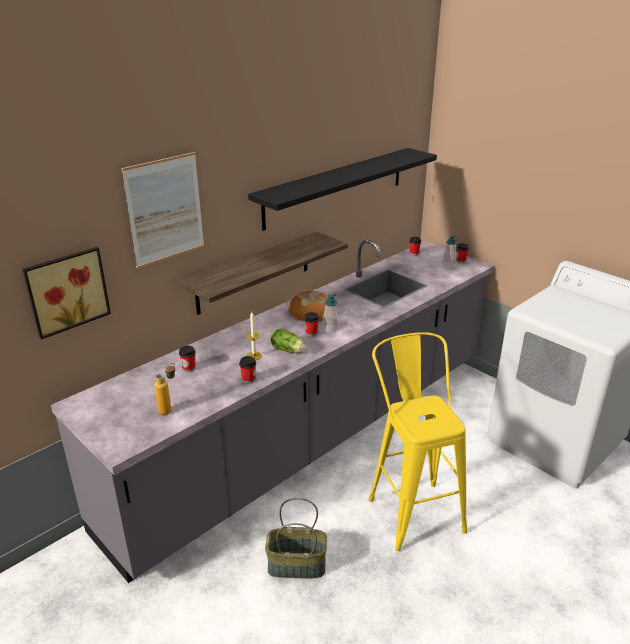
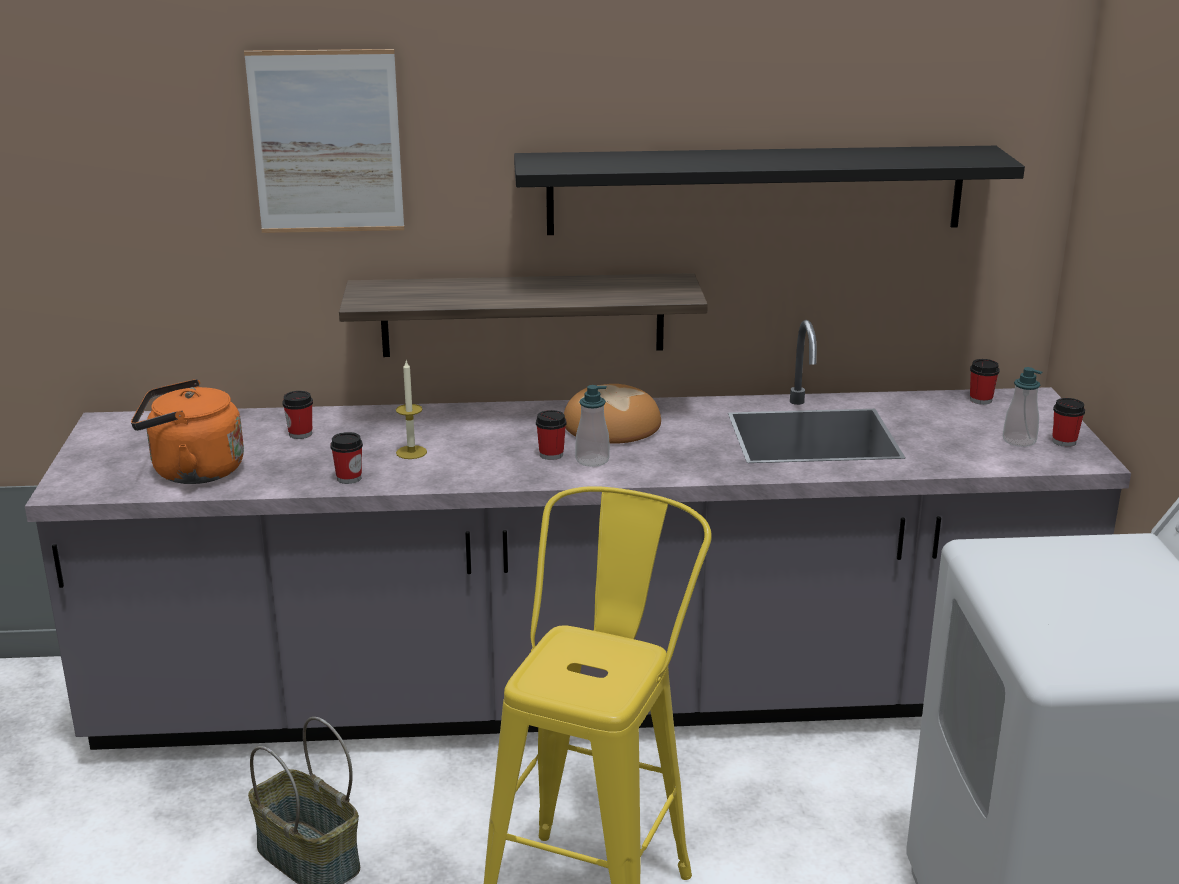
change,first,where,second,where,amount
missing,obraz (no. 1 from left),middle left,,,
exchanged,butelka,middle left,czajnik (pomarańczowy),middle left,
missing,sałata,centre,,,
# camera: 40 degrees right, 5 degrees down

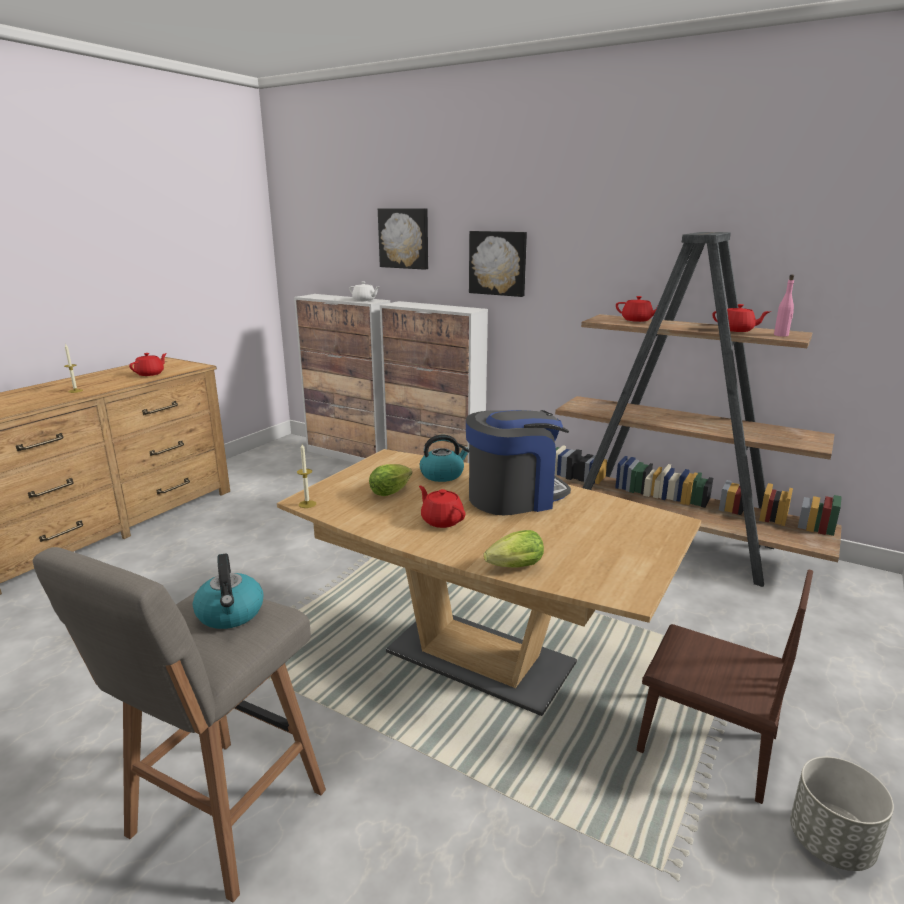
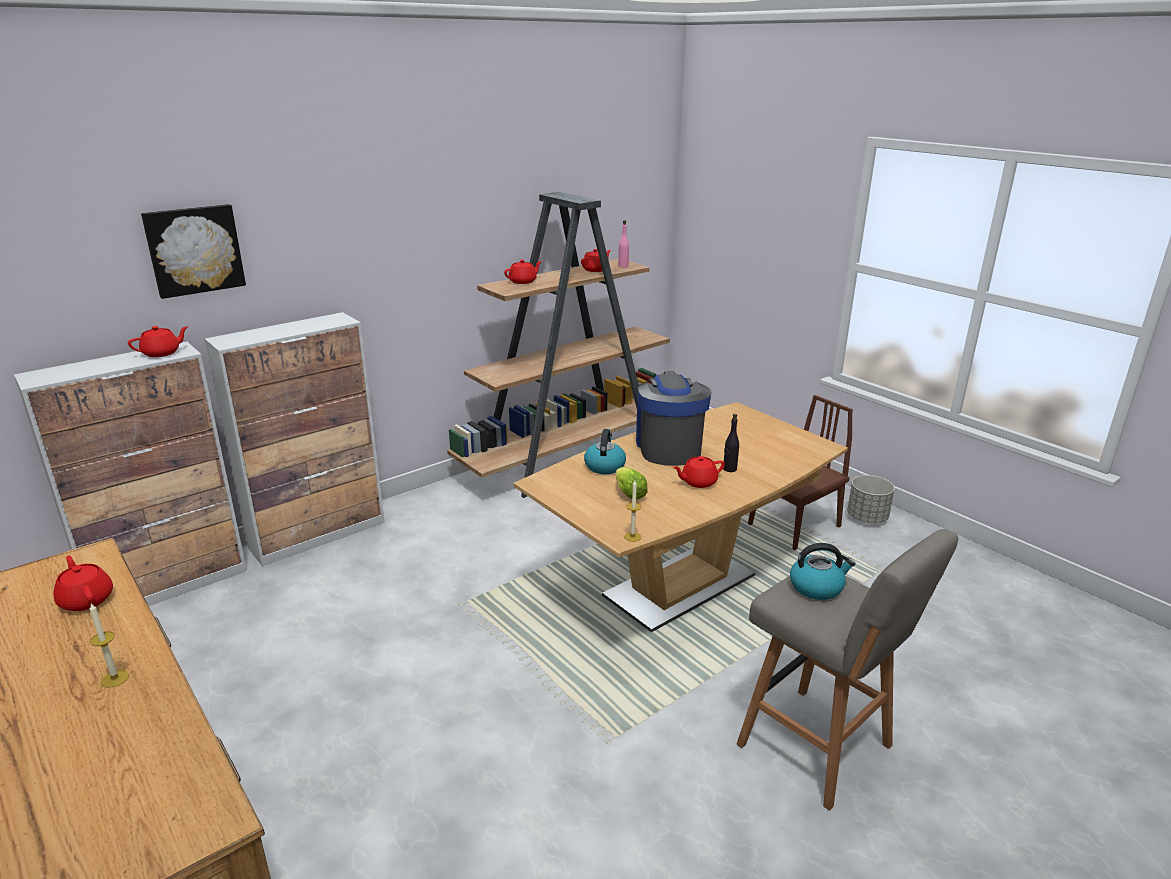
change,first,where,second,where,amount
colour,imbryk (biały),top centre,imbryk (czerwony) (no. 2 from left),middle left,
missing,obraz (no. 2 from left),top centre,,,
missing,sałata (no. 2 from left),centre,,,
appeared,,,butelka (czarny),centre,
# camera: 70 degrees left, 5 degrees up

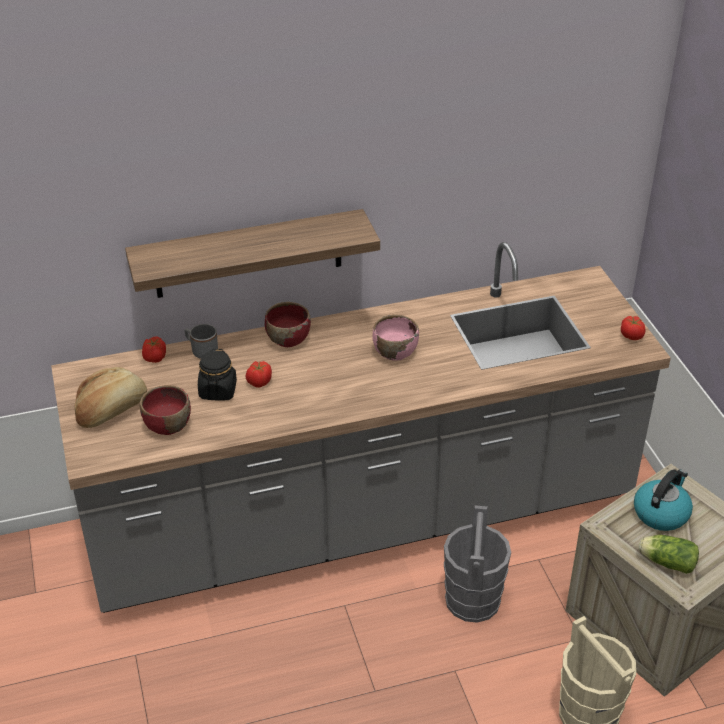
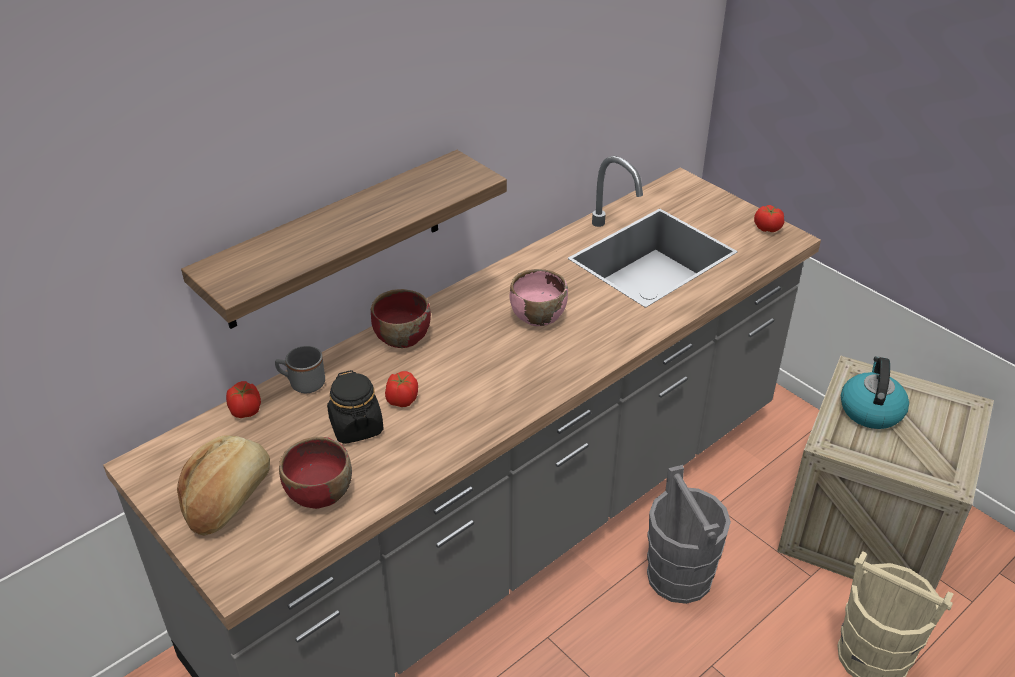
change,first,where,second,where,amount
missing,sałata,bottom right,,,
# camera: 25 degrees left, 0 degrees up

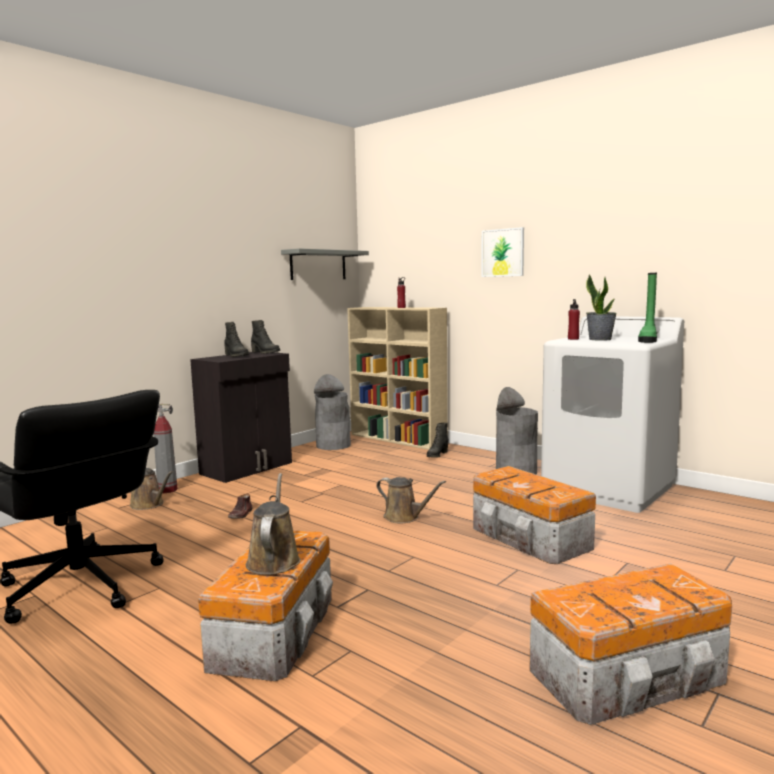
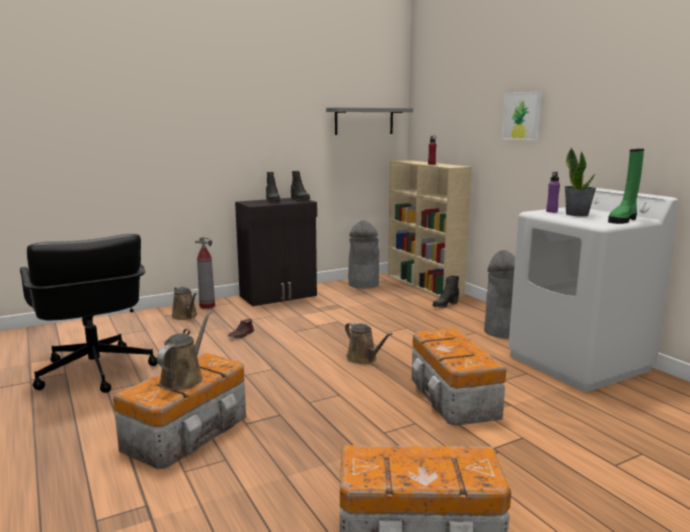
change,first,where,second,where,amount
colour,butelka (czerwony) (no. 2 from left),middle right,butelka (fioletowy),middle right,
# camera: 20 degrees right, 5 degrees up

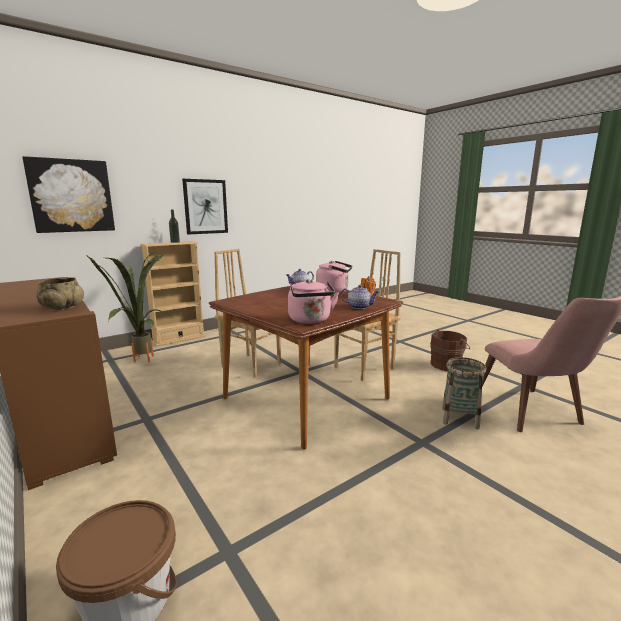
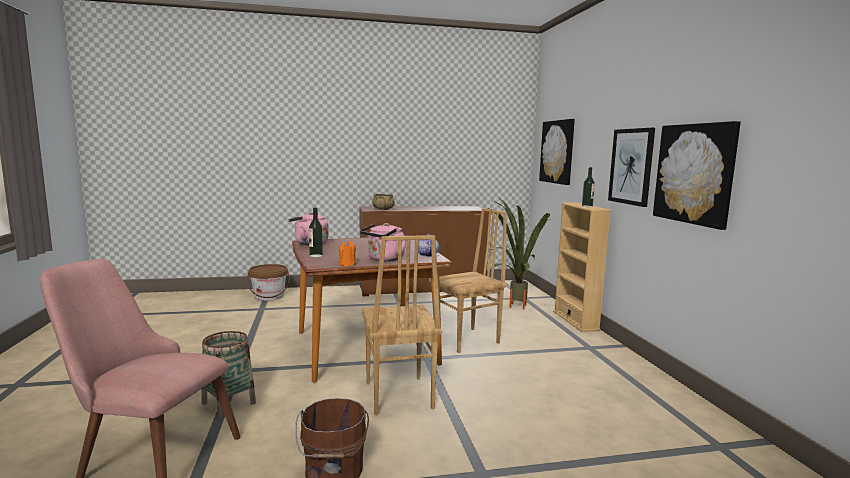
change,first,where,second,where,amount
exchanged,imbryk (no. 2 from left),centre,butelka (no. 1 from left),centre,
appeared,,,obraz (no. 3 from left),middle right,
# camera: 115 degrees right, 5 degrees down

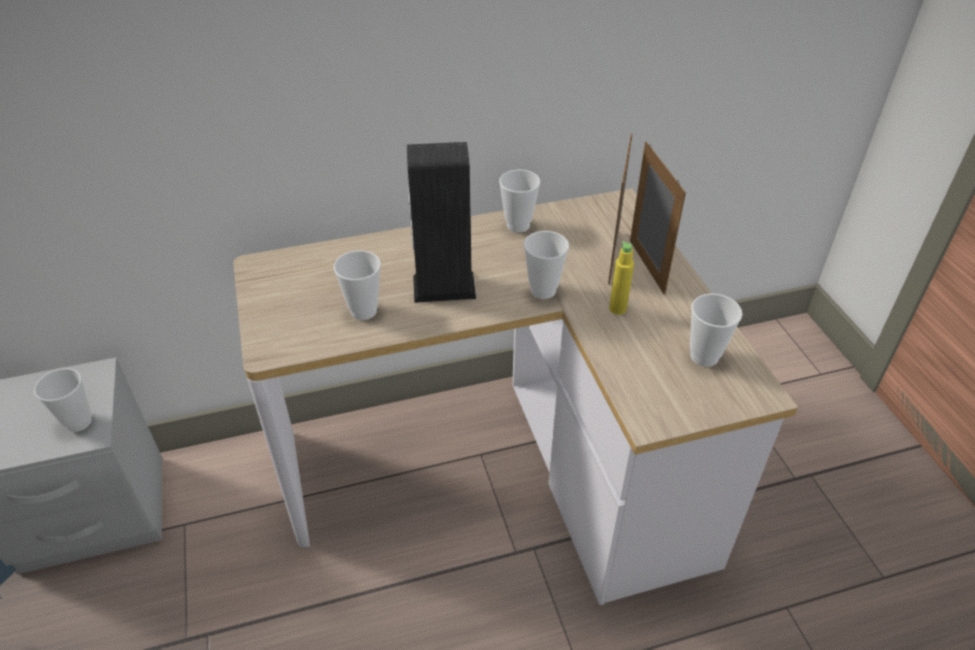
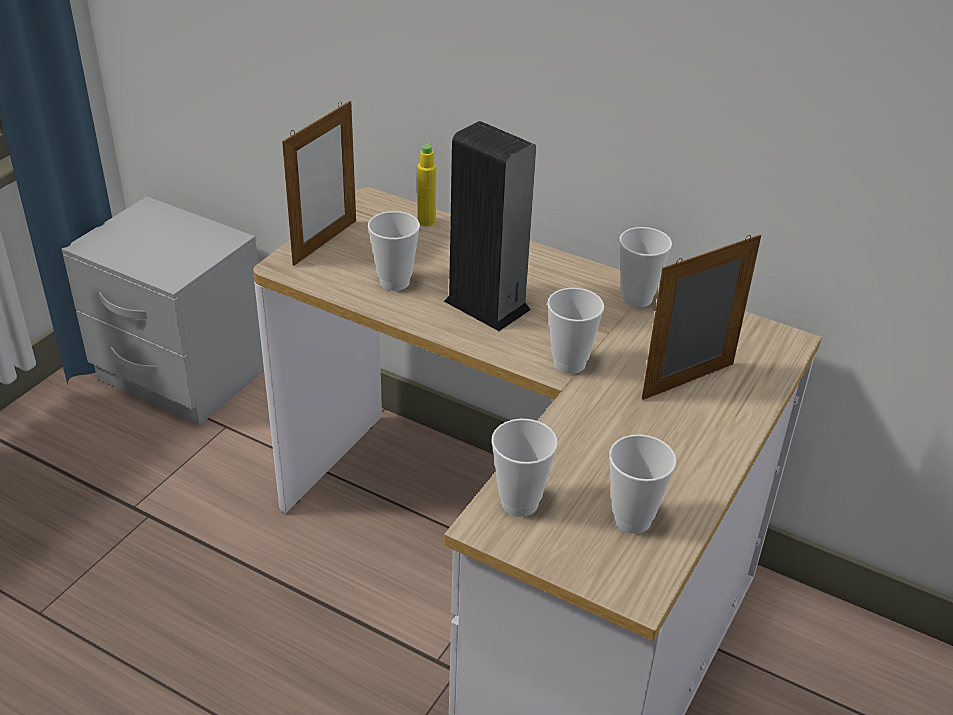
change,first,where,second,where,amount
relocated,filiżanka (no. 1 from left in the first image),middle left,filiżanka (no. 2 from left),centre,
relocated,butelka (żółty),centre,,top centre,
relocated,ramka na zdjęcie (no. 2 from left in the first image),middle right,ramka na zdjęcie (no. 1 from left),top centre,
# camera: 45 degrees right, 5 degrees down

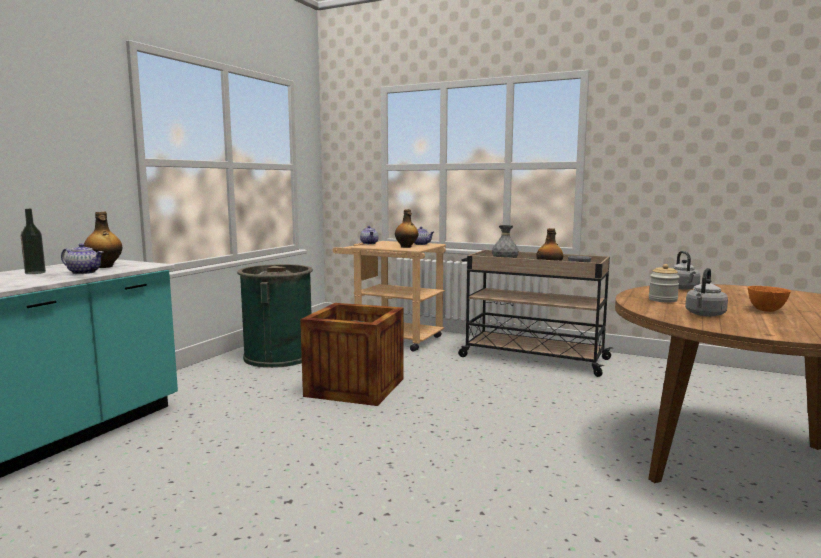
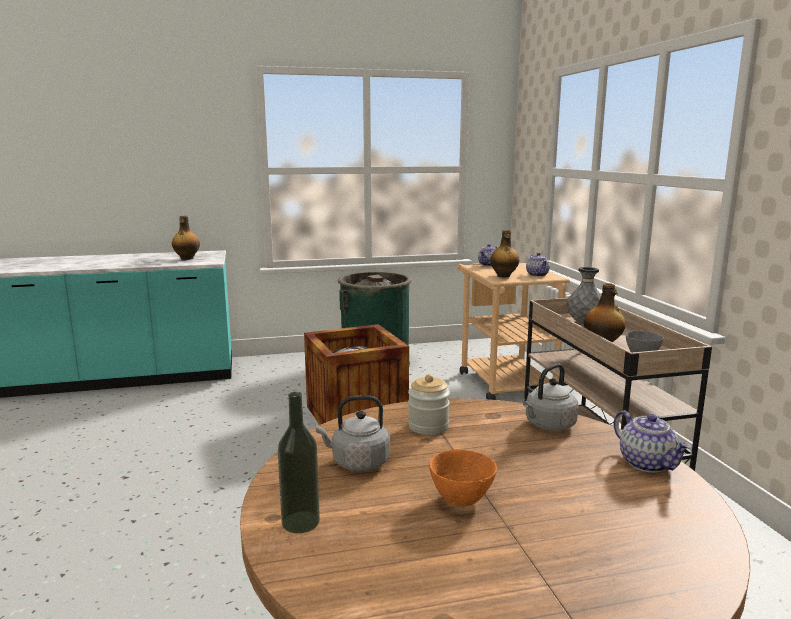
change,first,where,second,where,amount
relocated,butelka (no. 1 from left in the first image),middle left,butelka (no. 2 from left),bottom centre,
relocated,imbryk (no. 1 from left in the first image),middle left,imbryk (no. 3 from left),bottom right,
# camera: 50 degrees right, 5 degrees up

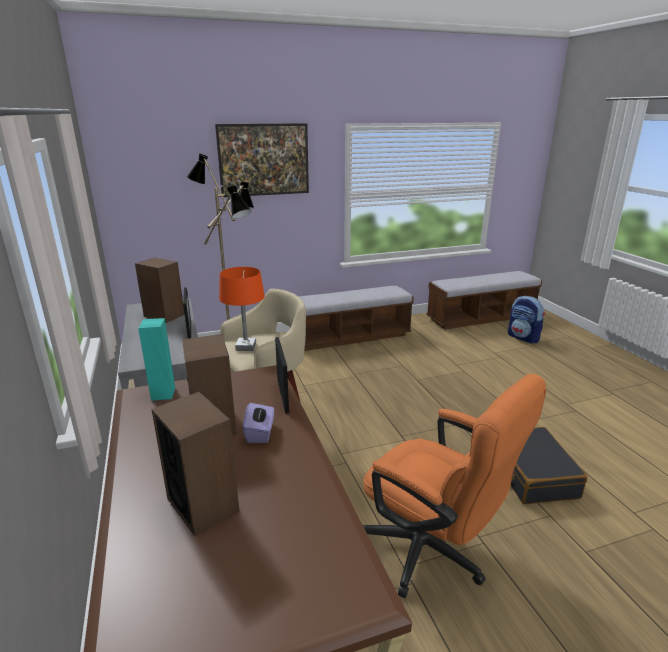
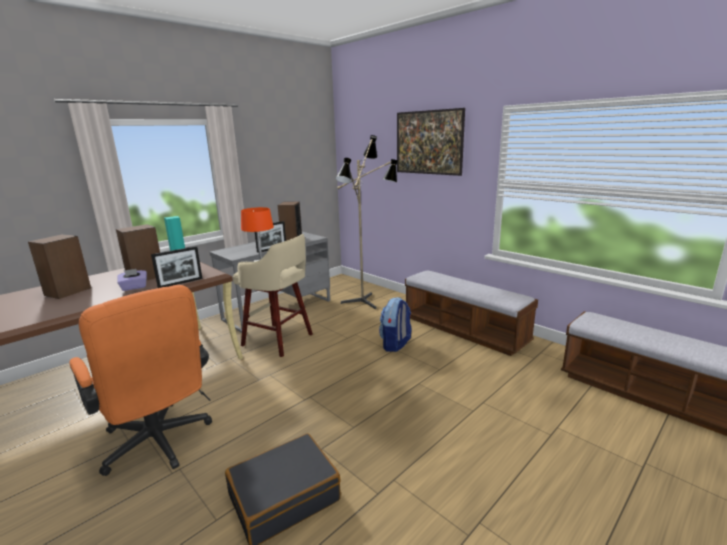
change,first,where,second,where,amount
spun,krzesło biurowe (pomarańczowy),bottom right,,bottom left,60 degrees counterclockwise
relocated,plecak,middle right,,centre,
# camera: 65 degrees right, 5 degrees down

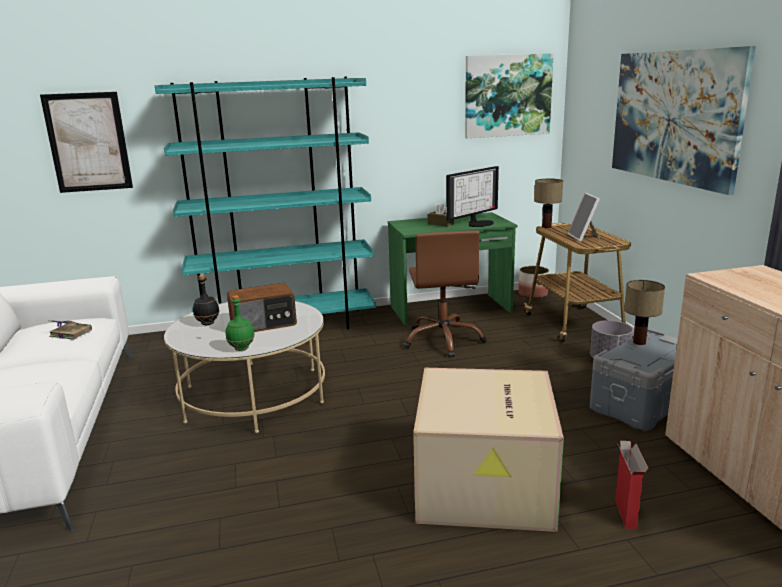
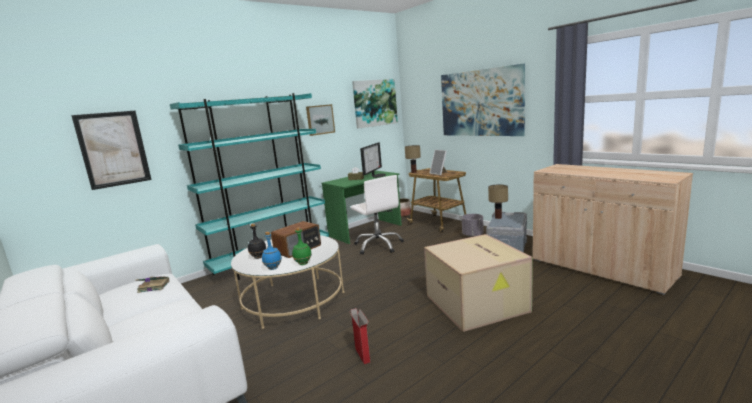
change,first,where,second,where,amount
colour,krzesło biurowe (brązowy),centre,krzesło biurowe (biały),centre,
relocated,karton (no. 2 from left in the first image),bottom right,karton (no. 1 from left),bottom centre,
appeared,,,butelka (niebieski),centre,
appeared,,,obraz (no. 2 from left),top centre,
# camera: 25 degrees left, 5 degrees down

